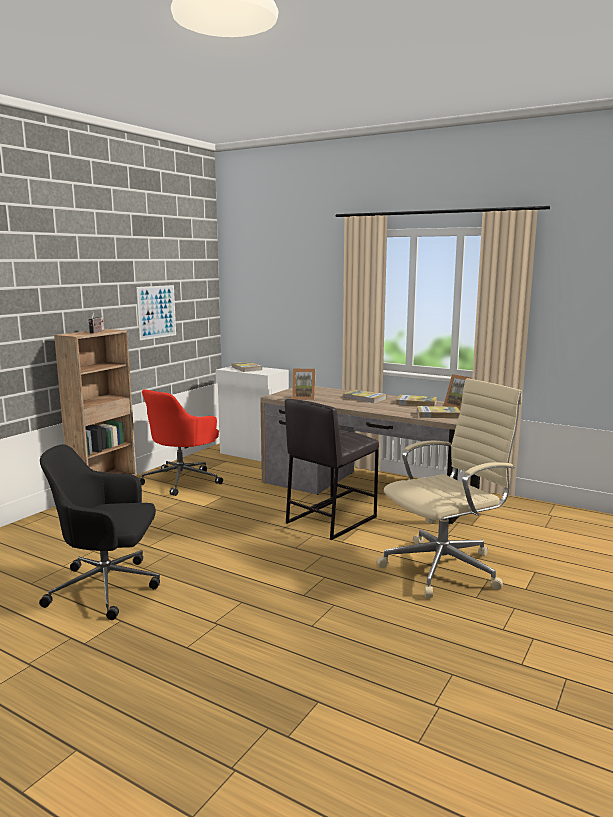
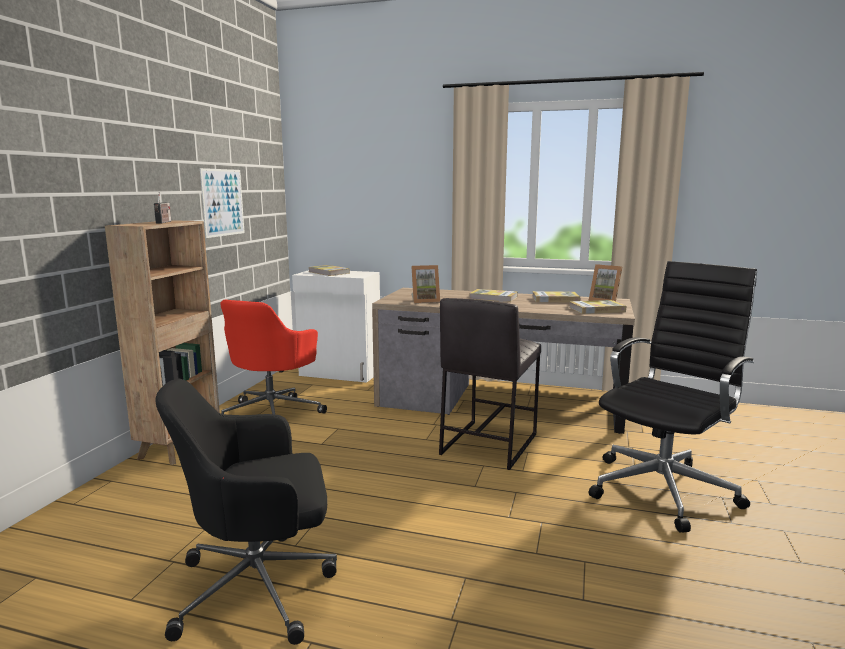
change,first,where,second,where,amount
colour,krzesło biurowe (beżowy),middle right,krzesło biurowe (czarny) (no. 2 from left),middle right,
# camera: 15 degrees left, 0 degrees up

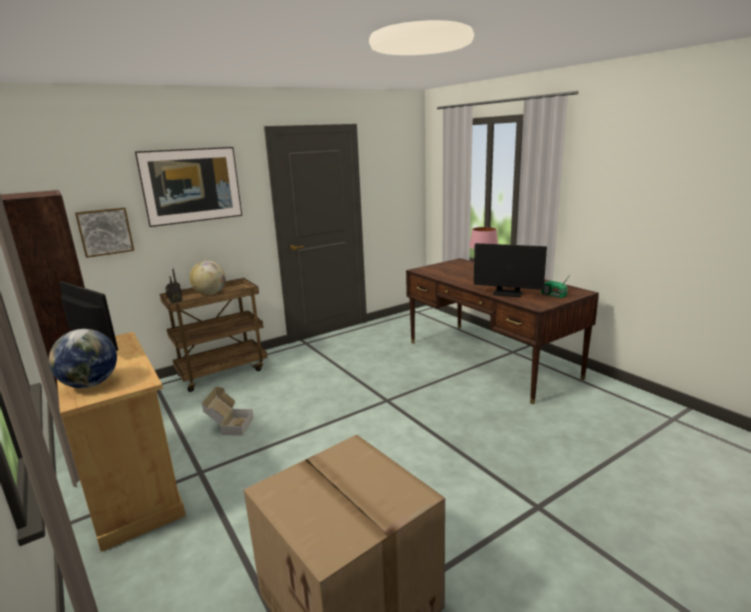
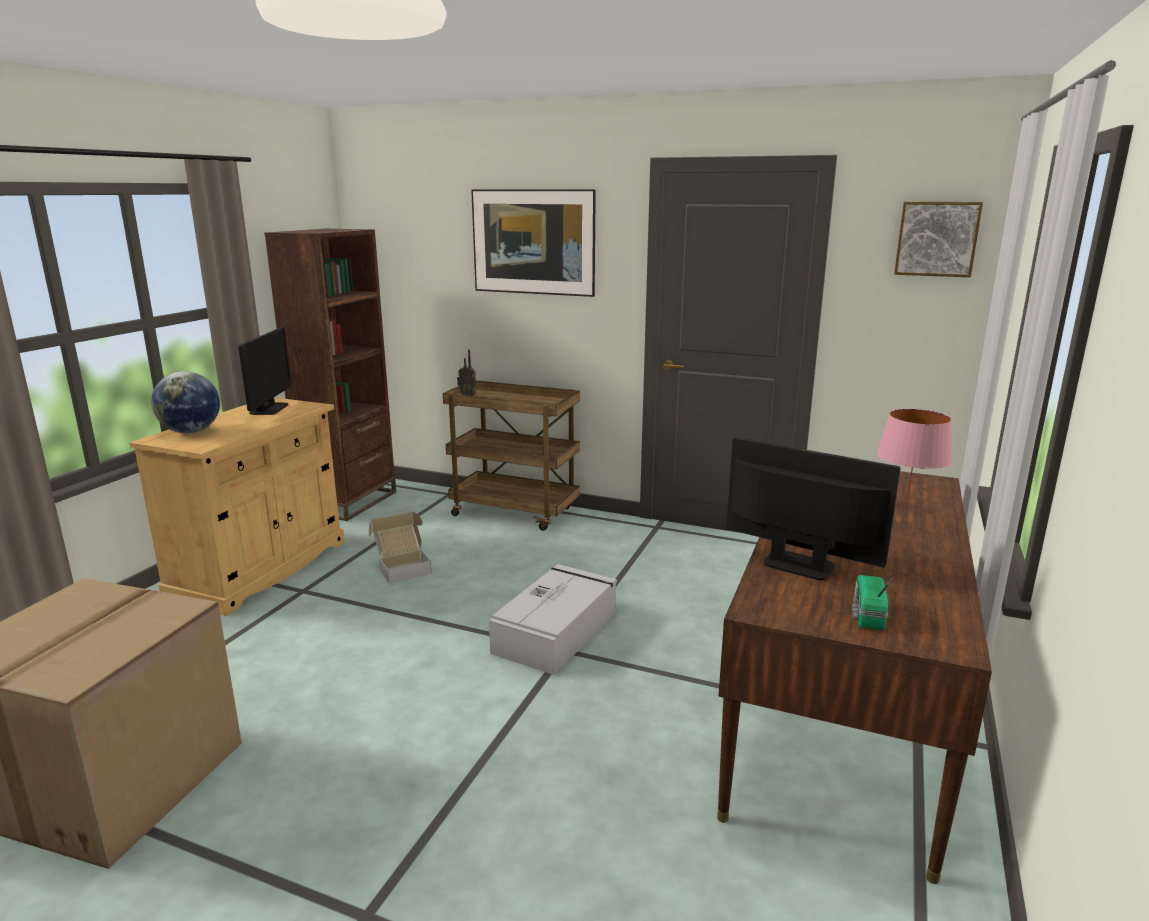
change,first,where,second,where,amount
relocated,obraz (no. 1 from left in the first image),middle left,obraz (no. 2 from left),top right,
missing,globus (no. 2 from left),middle left,,,
spun,monitor (no. 2 from left),middle right,,middle right,135 degrees clockwise
appeared,,,pojemnik do przechowywania (szary),bottom centre,
# camera: 55 degrees right, 0 degrees up

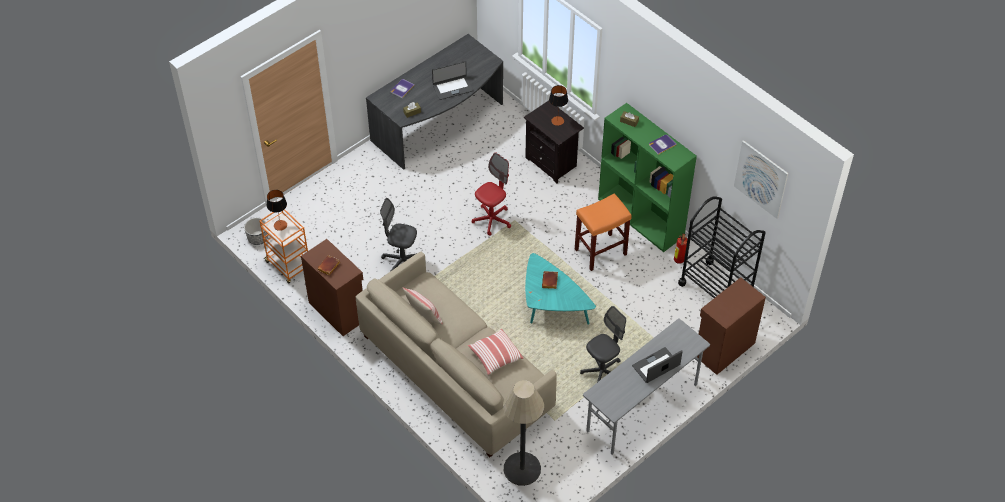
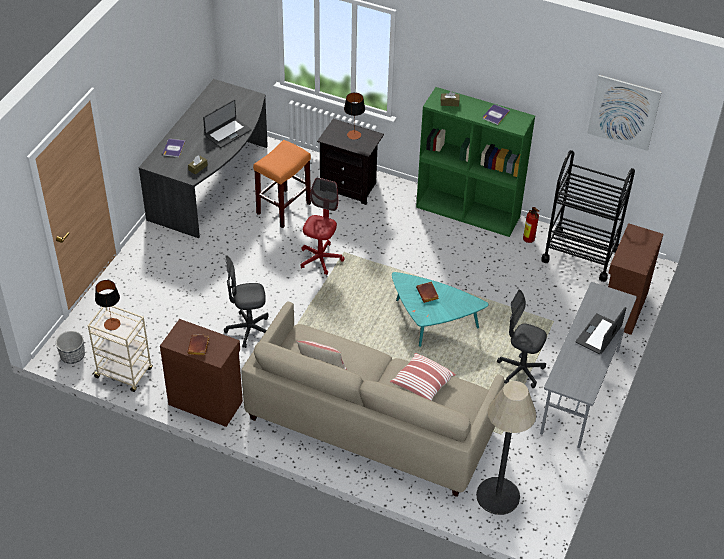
change,first,where,second,where,amount
colour,wózek (pomarańczowy),middle left,wózek (beżowy),middle left,
relocated,stołek (pomarańczowy),centre,,top centre,
spun,krzesło biurowe (szary) (no. 2 from left),bottom centre,,middle right,90 degrees counterclockwise
# camera: 25 degrees left, 5 degrees down

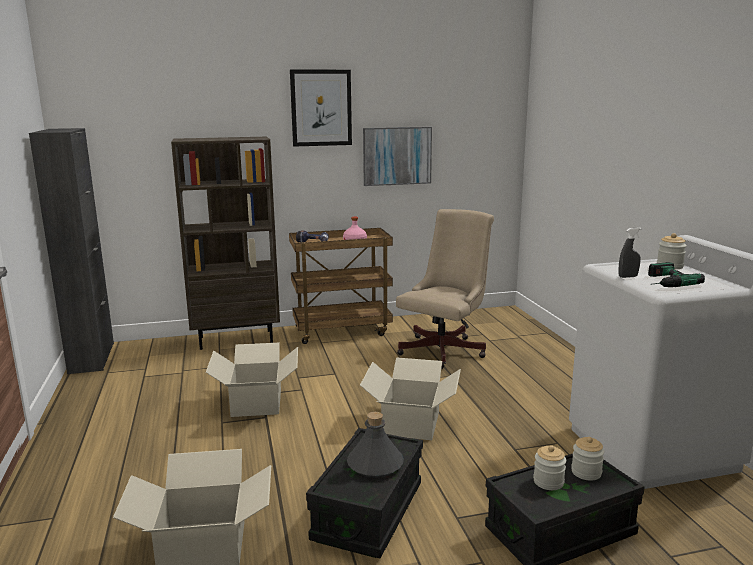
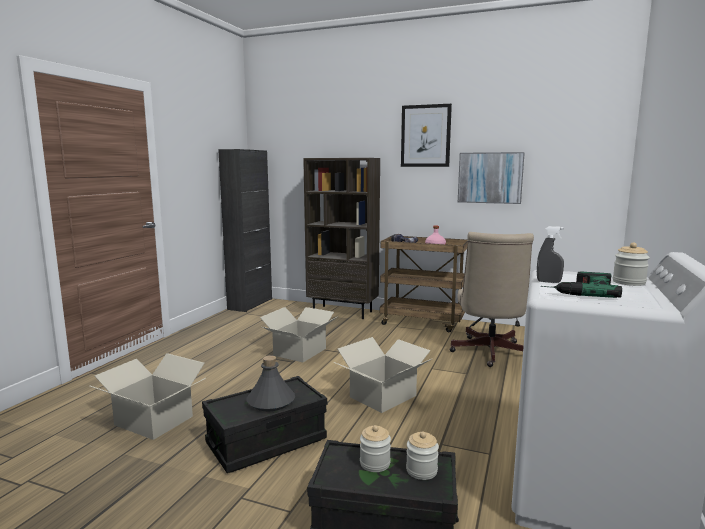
change,first,where,second,where,amount
spun,krzesło biurowe (beżowy),centre,,middle right,120 degrees clockwise
# camera: 35 degrees right, 5 degrees down

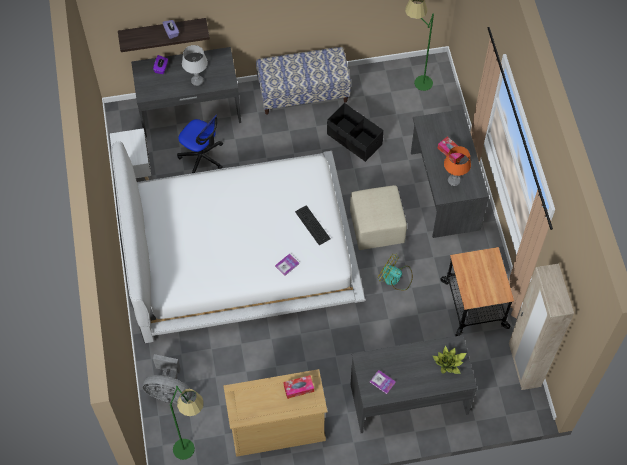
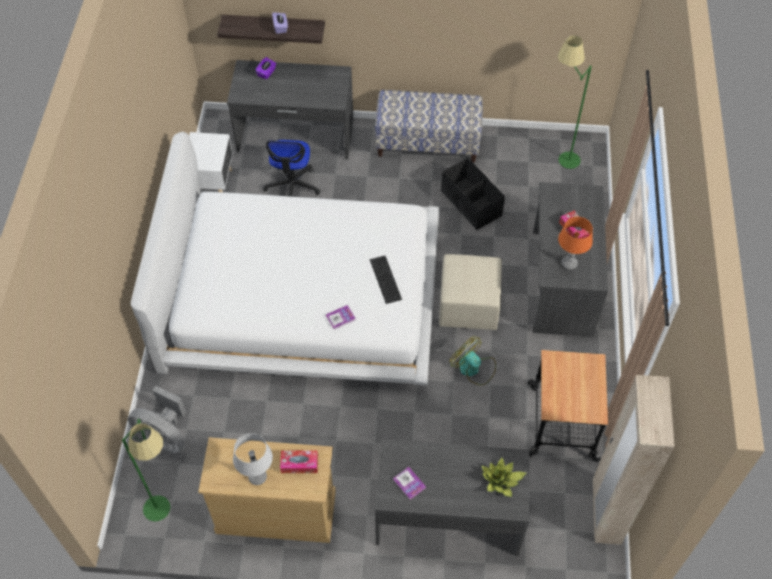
change,first,where,second,where,amount
spun,krzesło biurowe,top left,,top centre,45 degrees clockwise
relocated,lampa stołowa (szary),top left,,bottom left,
# camera: 15 degrees right, 5 degrees down

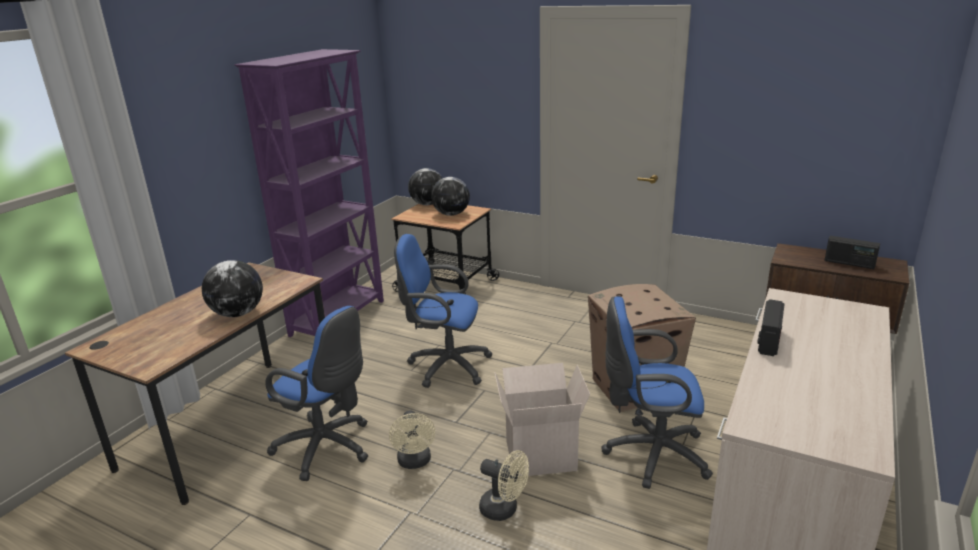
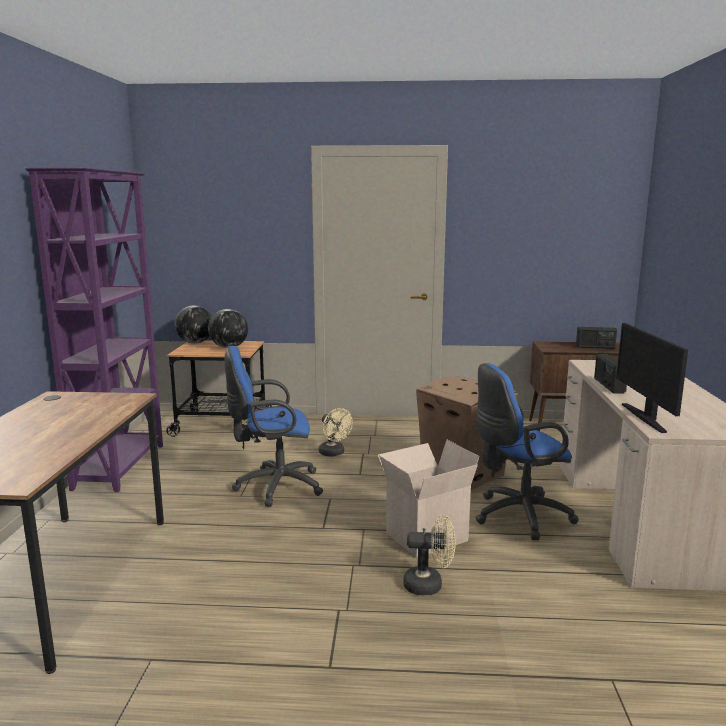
change,first,where,second,where,amount
missing,globus (no. 1 from left),middle left,,,
missing,krzesło biurowe (niebieski) (no. 1 from left),bottom left,,,
relocated,wentylator (beżowy) (no. 1 from left),bottom centre,,centre,
appeared,,,monitor,middle right,
# camera: 25 degrees left, 10 degrees down

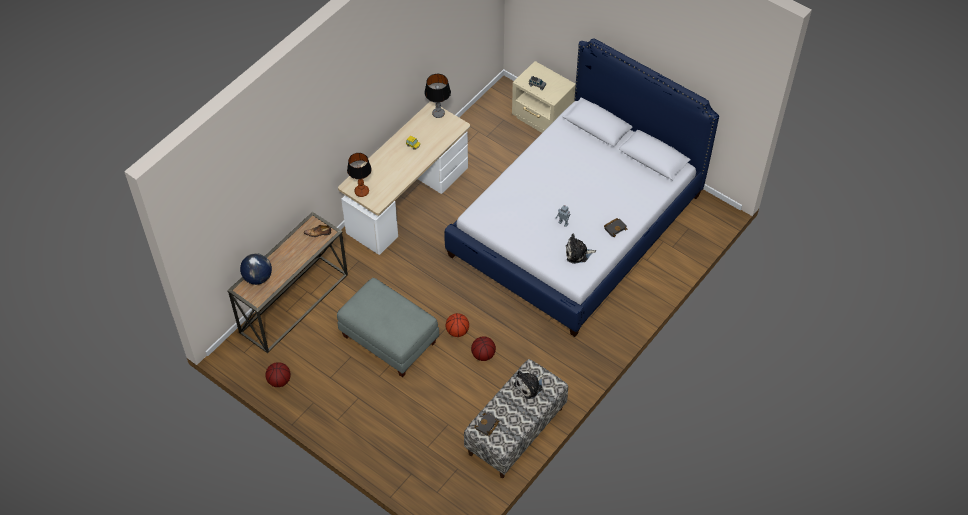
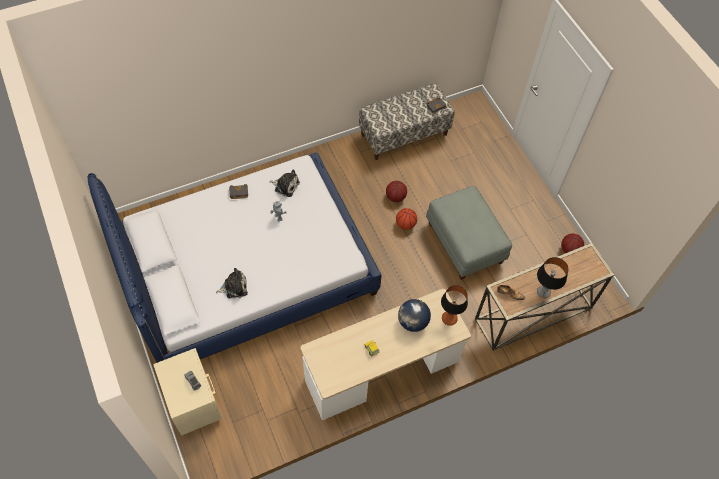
change,first,where,second,where,amount
relocated,globus,middle left,,centre,
relocated,lampa stołowa (no. 2 from left),top centre,,middle right,
relocated,pluszak (no. 1 from left),bottom centre,,middle left,
# camera: 155 degrees left, 5 degrees up

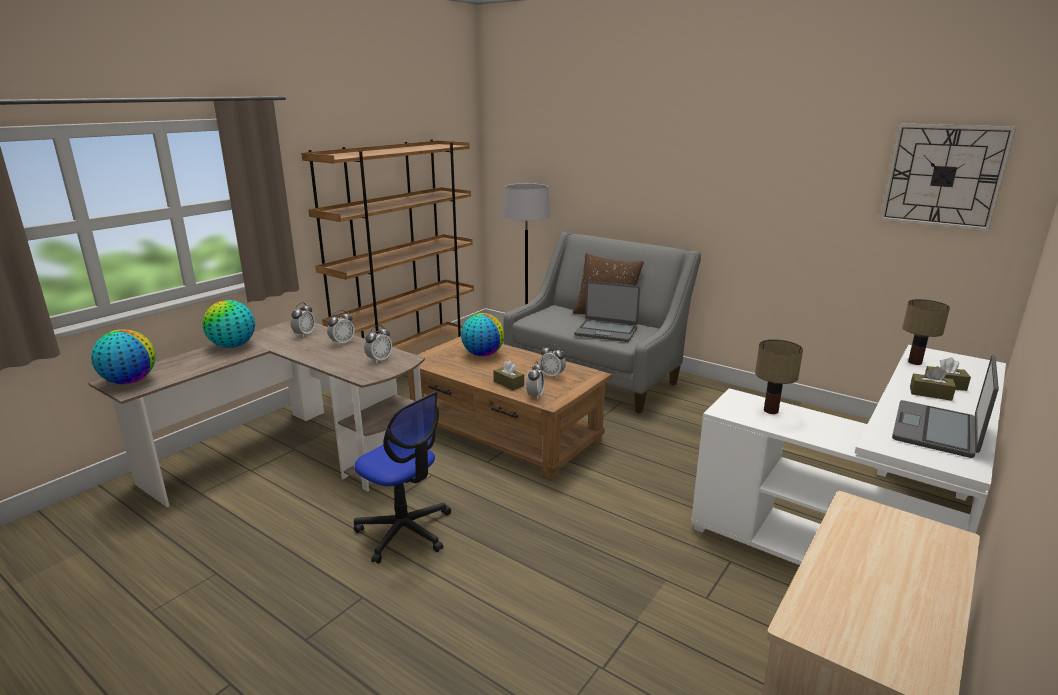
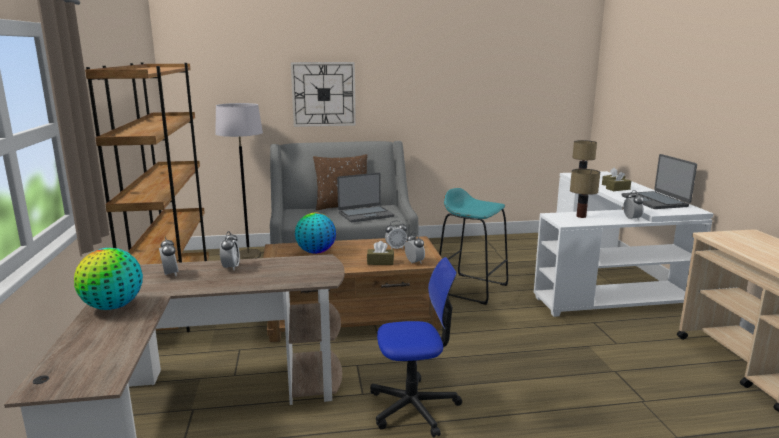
change,first,where,second,where,amount
missing,globus (no. 1 from left),middle left,,,
relocated,budzik (no. 3 from left in the first image),centre,budzik (no. 5 from left),middle right,
relocated,zegar ścienny,top right,,top centre,
appeared,,,stołek (turkusowy),centre,
# camera: 45 degrees left, 5 degrees down

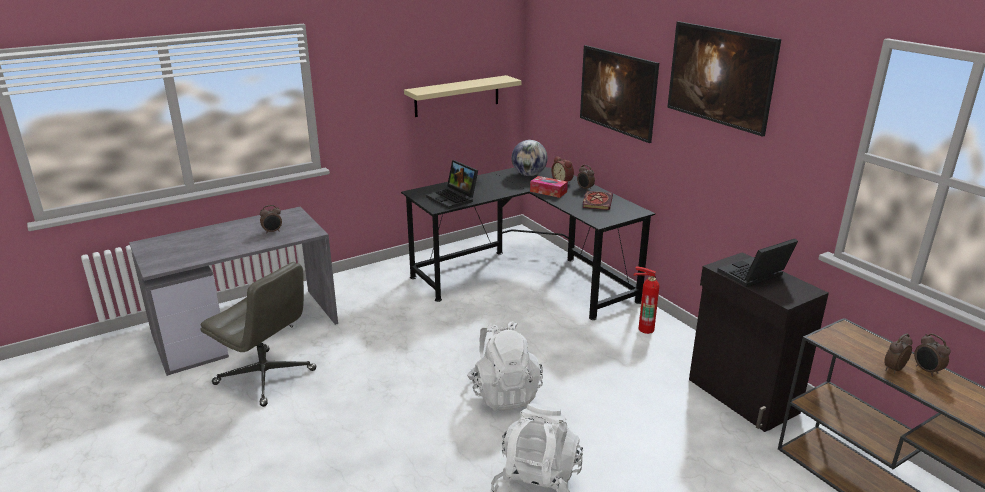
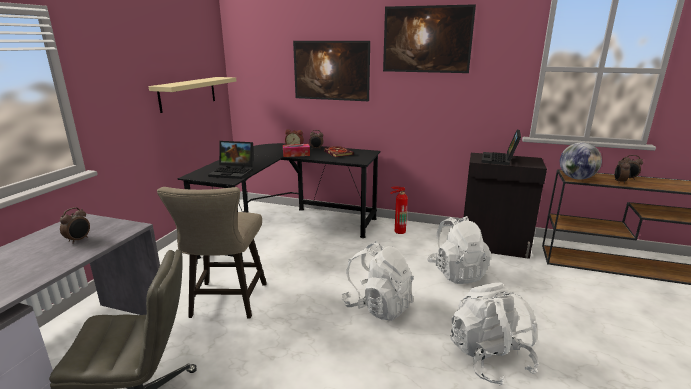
change,first,where,second,where,amount
relocated,globus,top centre,,middle right,
appeared,,,stołek (beżowy),middle left,
appeared,,,plecak (biały) (no. 2 from left),centre,
# camera: 40 degrees left, 5 degrees down

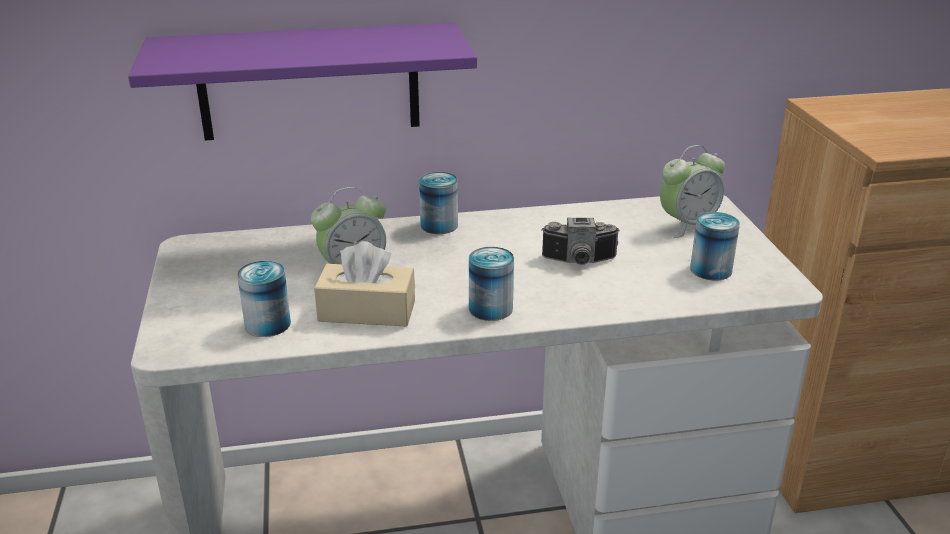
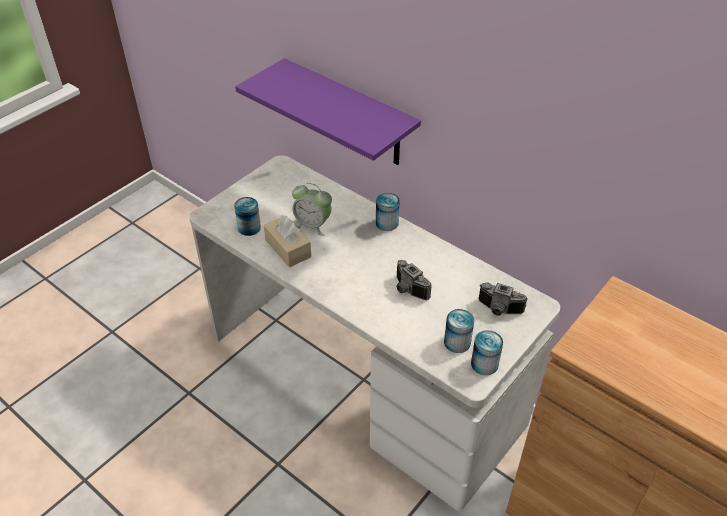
change,first,where,second,where,amount
relocated,puszka (no. 3 from left in the first image),centre,puszka (no. 4 from left),bottom right,
exchanged,budzik (no. 2 from left),middle right,aparat fotograficzny (no. 2 from left),middle right,
# camera: 50 degrees right, 15 degrees up

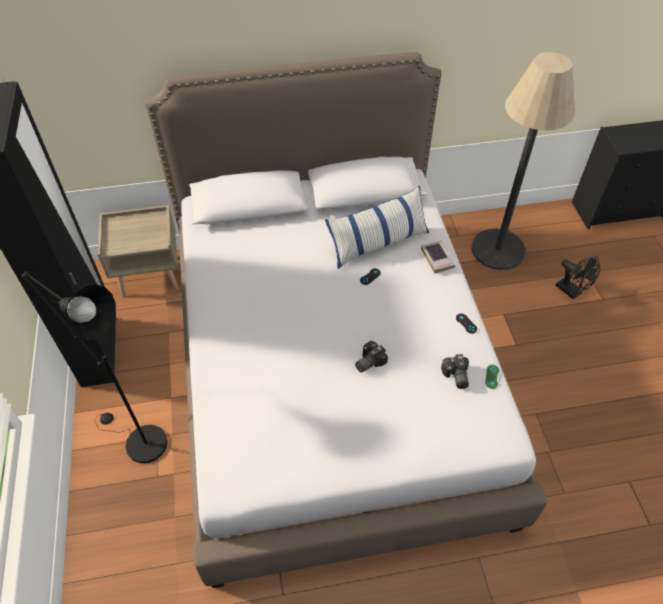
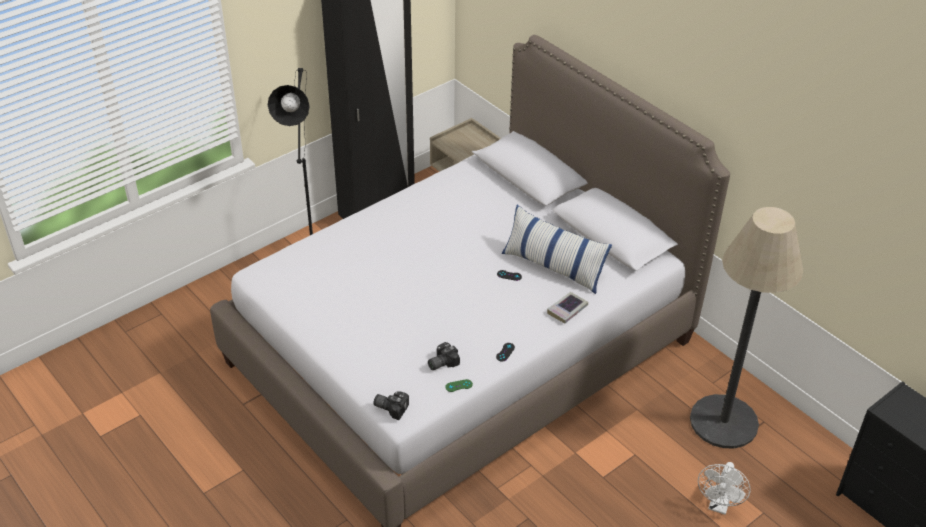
change,first,where,second,where,amount
relocated,aparat fotograficzny (no. 1 from left),centre,,bottom centre,
colour,wentylator (czarny),middle right,wentylator (biały),bottom right,
# camera: 60 degrees right, 10 degrees down

